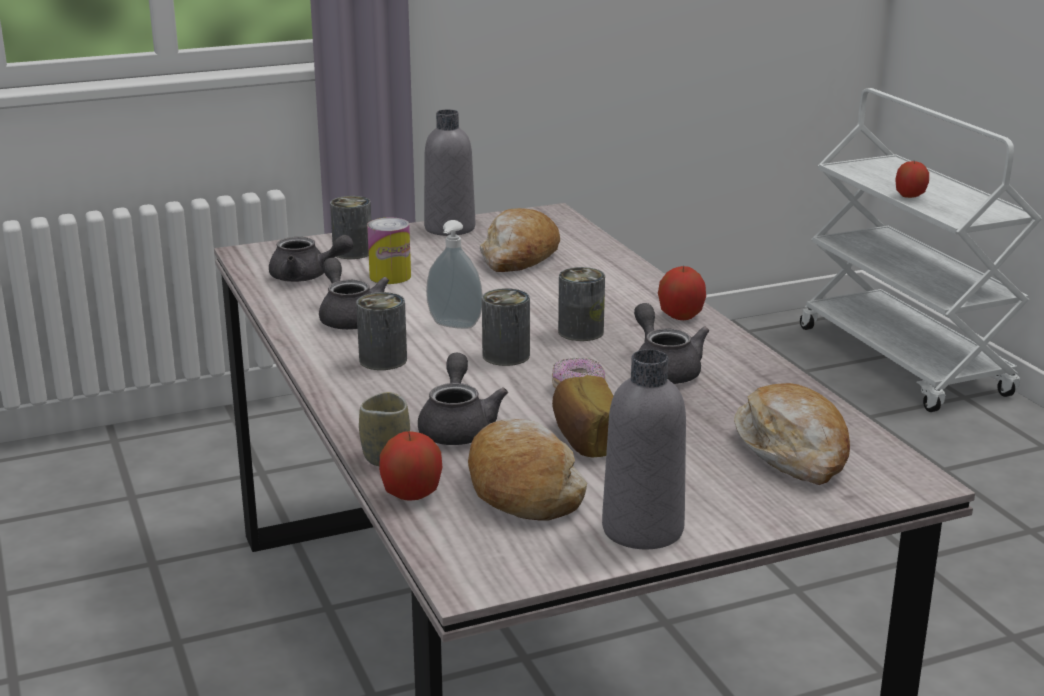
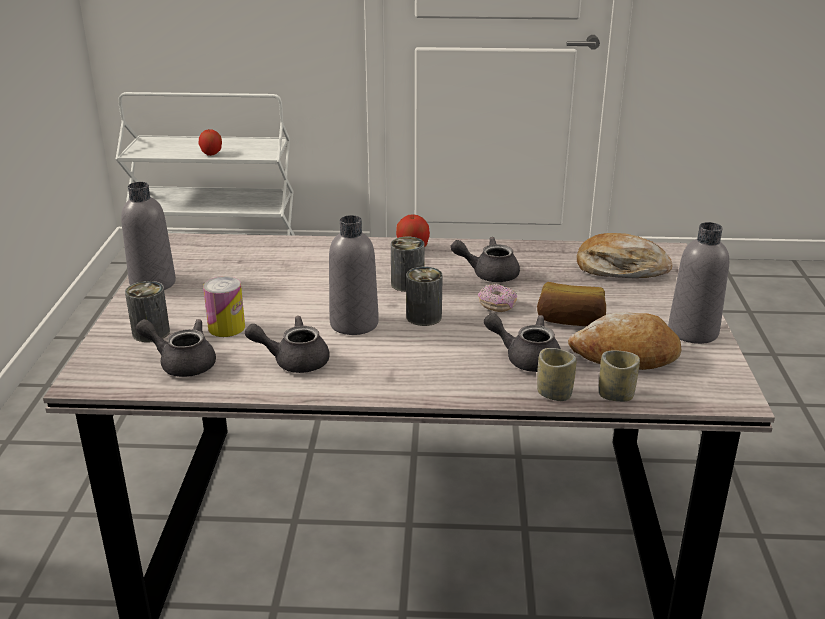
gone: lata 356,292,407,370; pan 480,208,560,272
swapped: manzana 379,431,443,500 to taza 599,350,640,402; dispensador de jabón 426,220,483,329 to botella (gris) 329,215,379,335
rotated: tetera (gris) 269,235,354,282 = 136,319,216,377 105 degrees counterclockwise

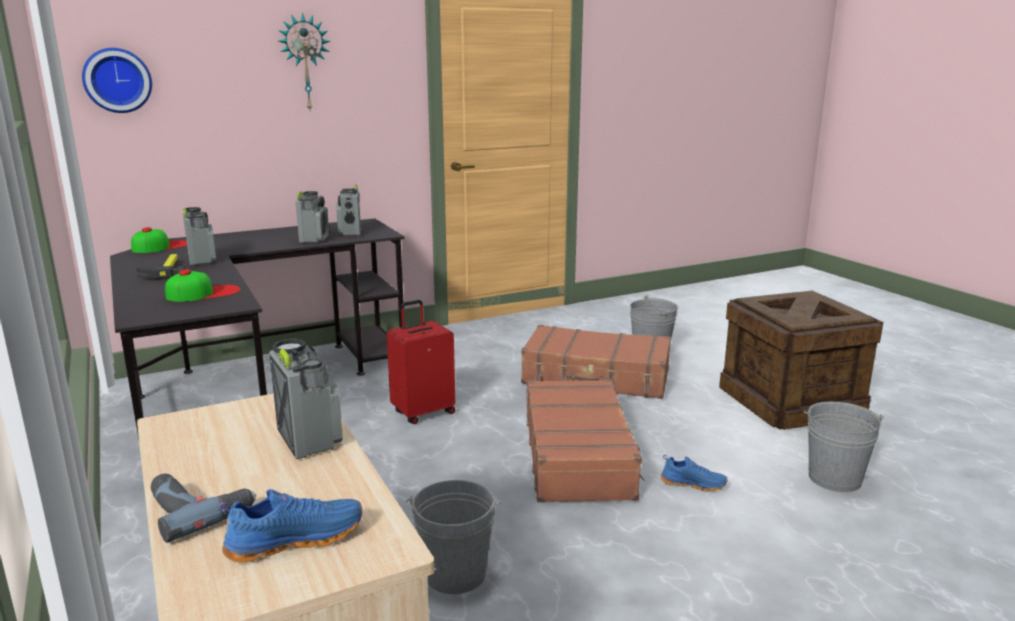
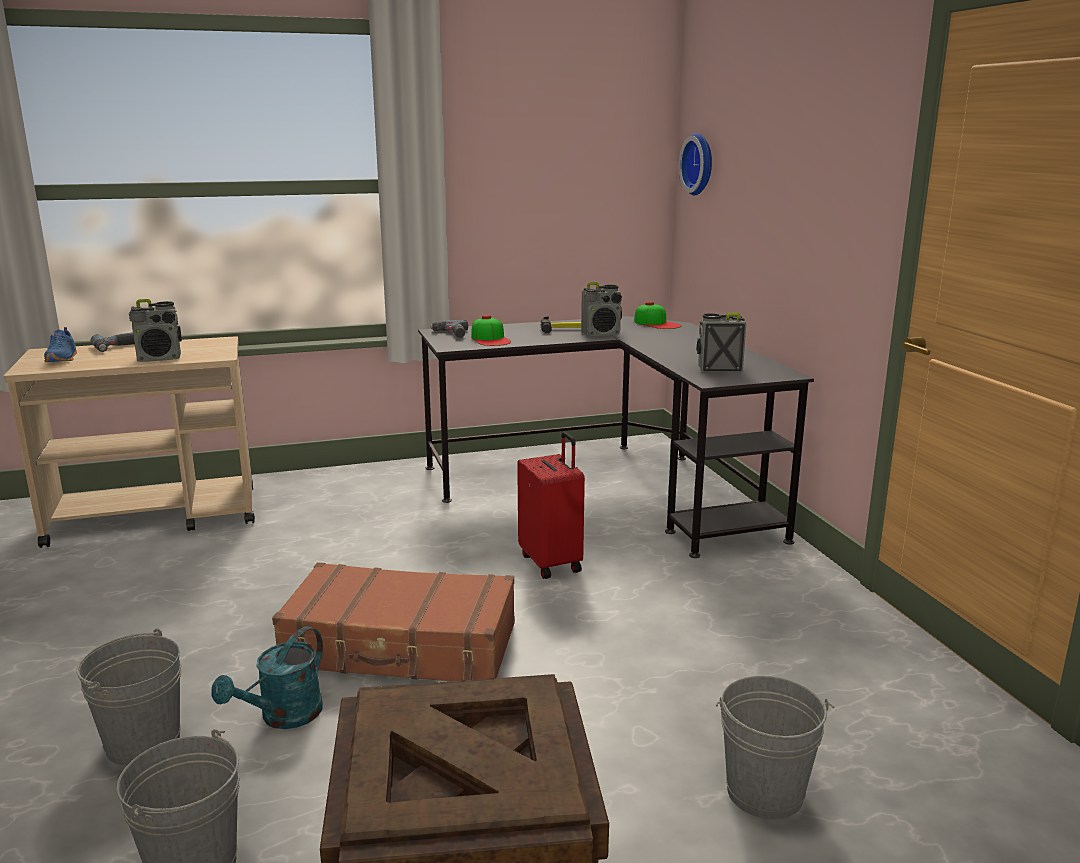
gone: reloj de pared 278,13,331,110; radio 296,191,329,243; maleta (marrón) 521,325,671,399
new: taladro 430,320,468,338
shifted: cubo (gris) 406,480,501,594 to 76,629,181,766
swapped: zapato (azul) 660,455,728,492 to regadera (turquesa) 211,627,323,729

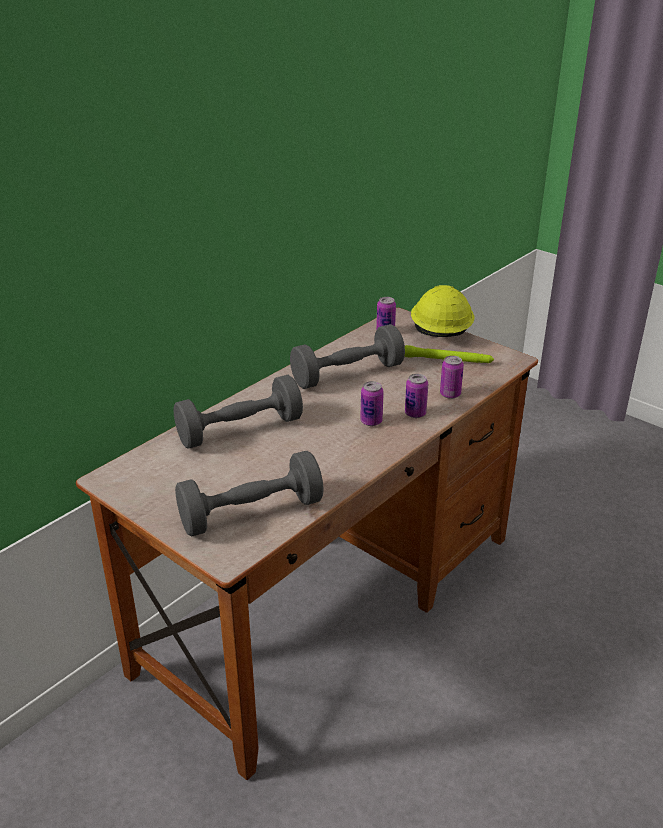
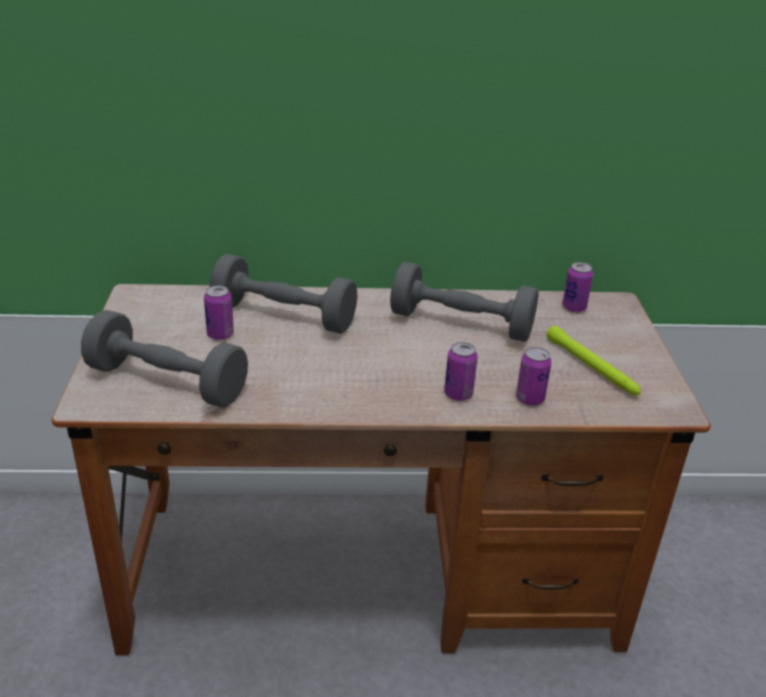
gone: casco (amarillo) 411,285,474,337
shifted: lata 360,381,384,426 to 204,285,234,340

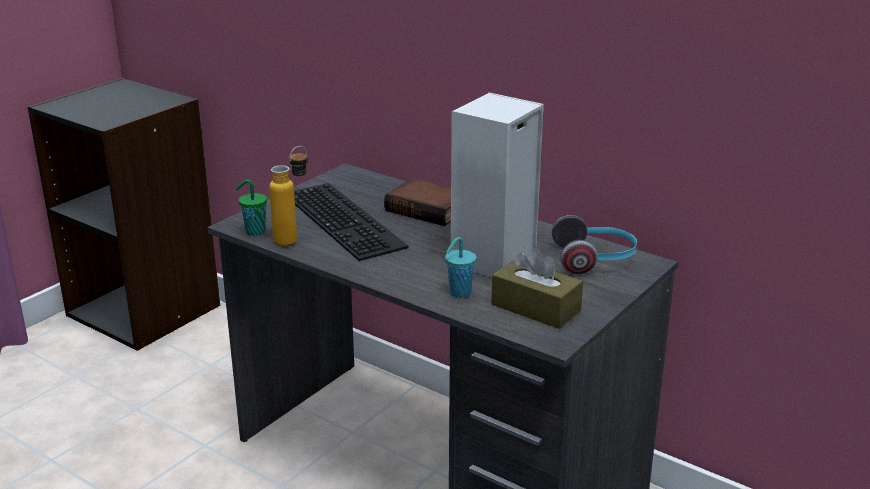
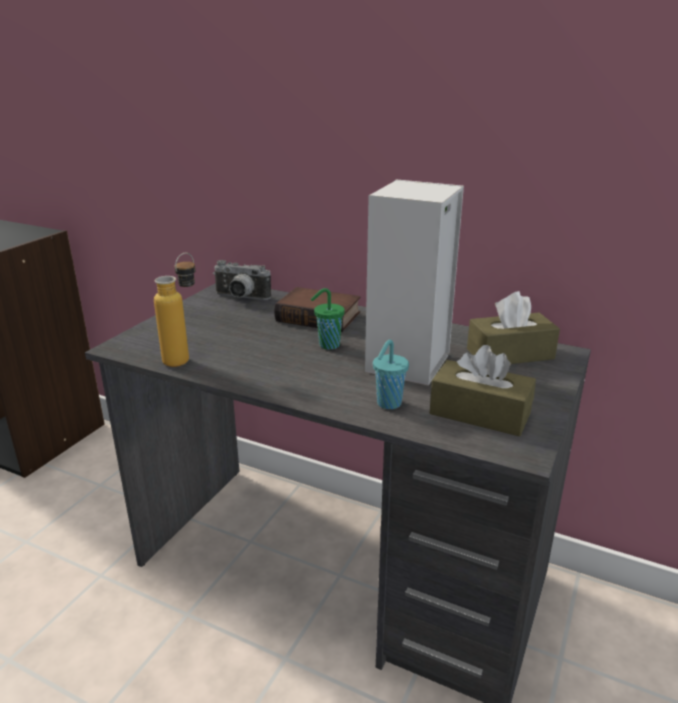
gone: teclado 294,183,409,261
new: cámara 213,260,271,300
shifted: taza (verde) 236,180,267,236 to 311,288,345,349
swapped: auriculares 552,215,637,275 to caja de pañuelos (marrón) 467,291,560,364

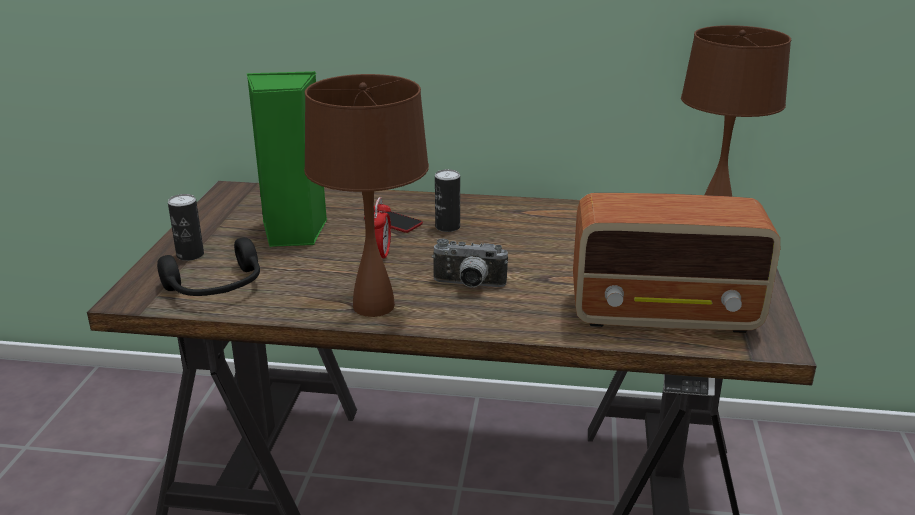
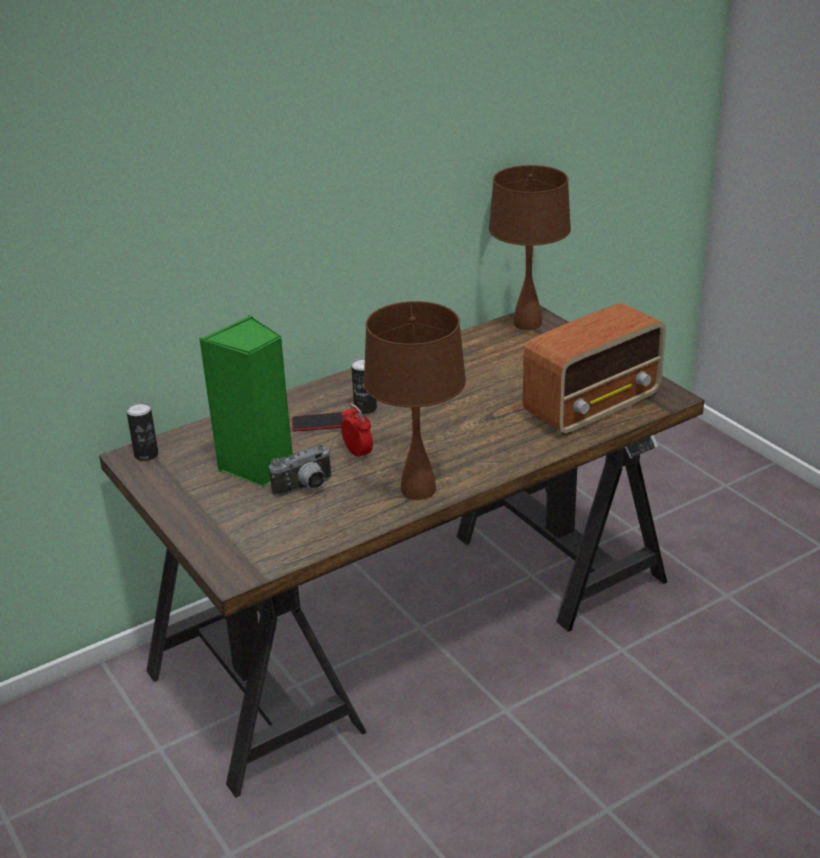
gone: auriculares (negro) 157,237,260,296
shifted: lata 168,194,204,261 to 126,402,158,461; cámara 432,238,508,288 to 269,445,332,497

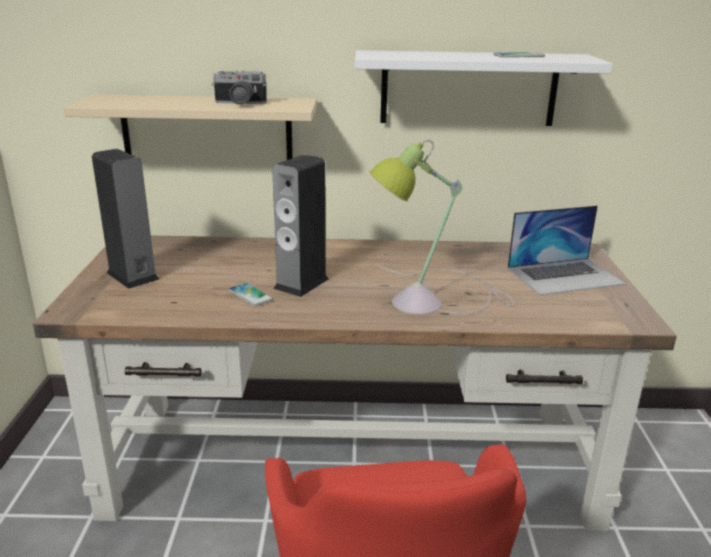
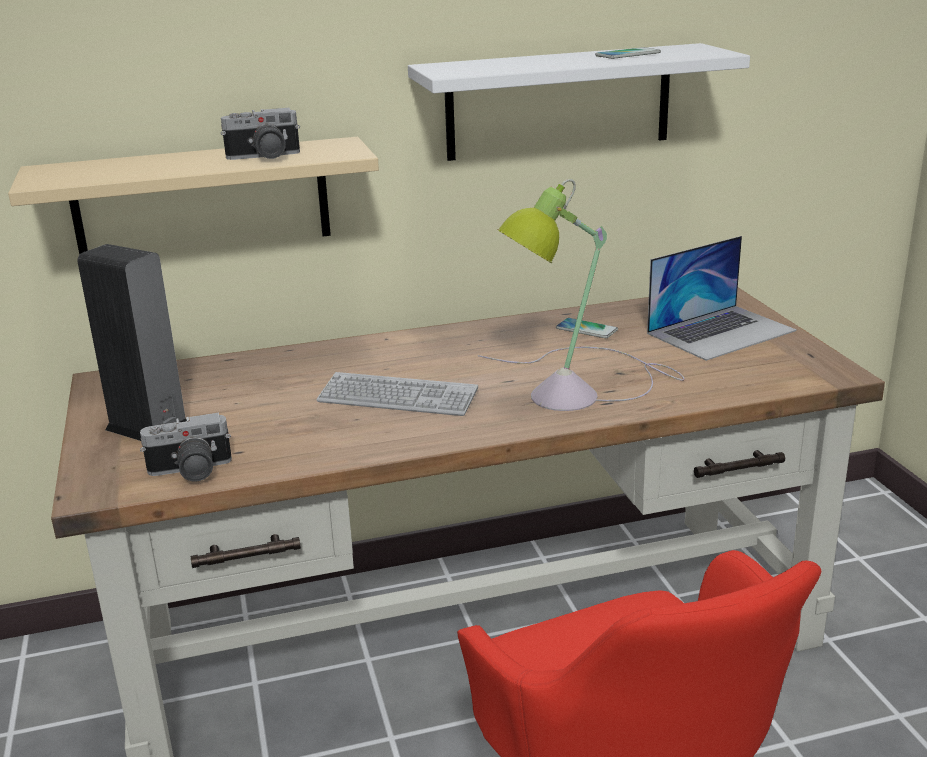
new: cámara 140,413,232,482
shifted: móvil 228,283,273,307 to 556,318,618,338
swapped: altavoz 272,155,329,297 to teclado 316,372,478,416

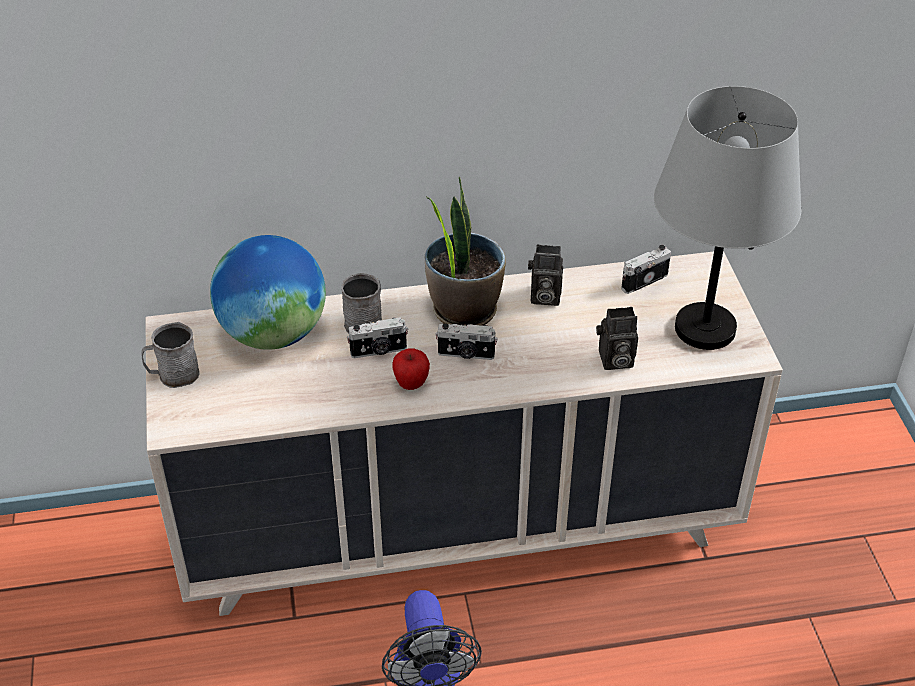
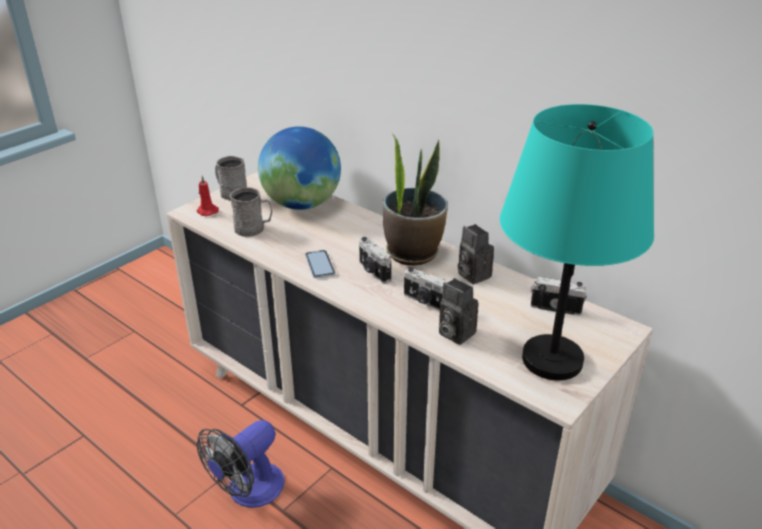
new: vela (rojo) 196,176,219,216
shifted: taza grande (gris) 341,273,382,333 to 230,187,272,237; cámara 347,317,408,358 to 404,267,448,311
swapped: manzana 392,348,430,390 to móvil 305,250,336,278
repainted: lámpara de mesa (gris) 654,86,801,350 to lámpara de mesa (turquesa) 500,104,654,380

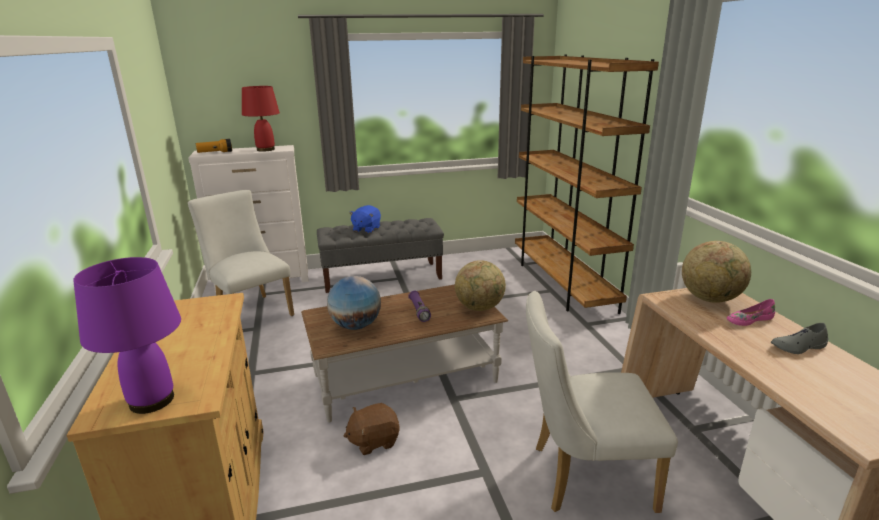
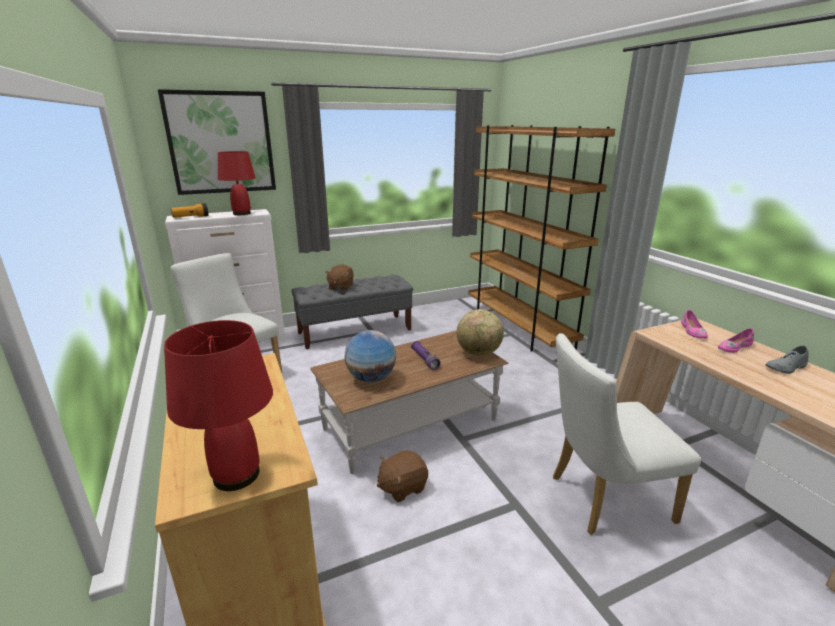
new: cuadro 158,89,276,195
swapped: globo terráqueo 682,241,751,303 to zapato (rosa) 681,310,708,338
repainted: lámpara de mesa (morado) 74,257,181,414 to lámpara de mesa (rojo) 164,320,273,491; peluche (azul) 349,205,381,233 to peluche (marrón) 325,264,354,291

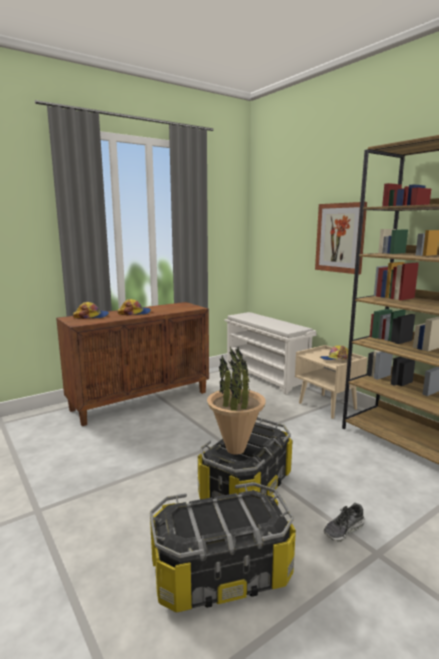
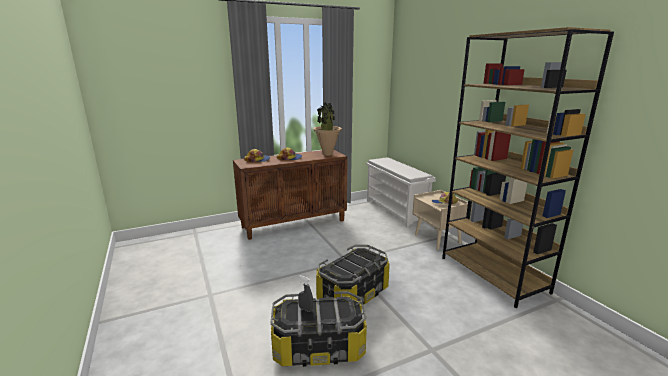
gone: cuadro 315,202,367,275; zapato 323,503,365,542
new: pulverizador (gris) 298,276,313,312
shifted: planta en maceta 207,347,266,455 to 313,102,342,156

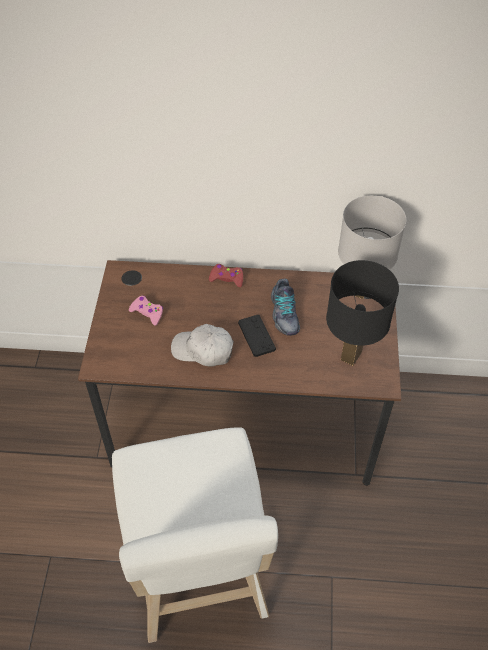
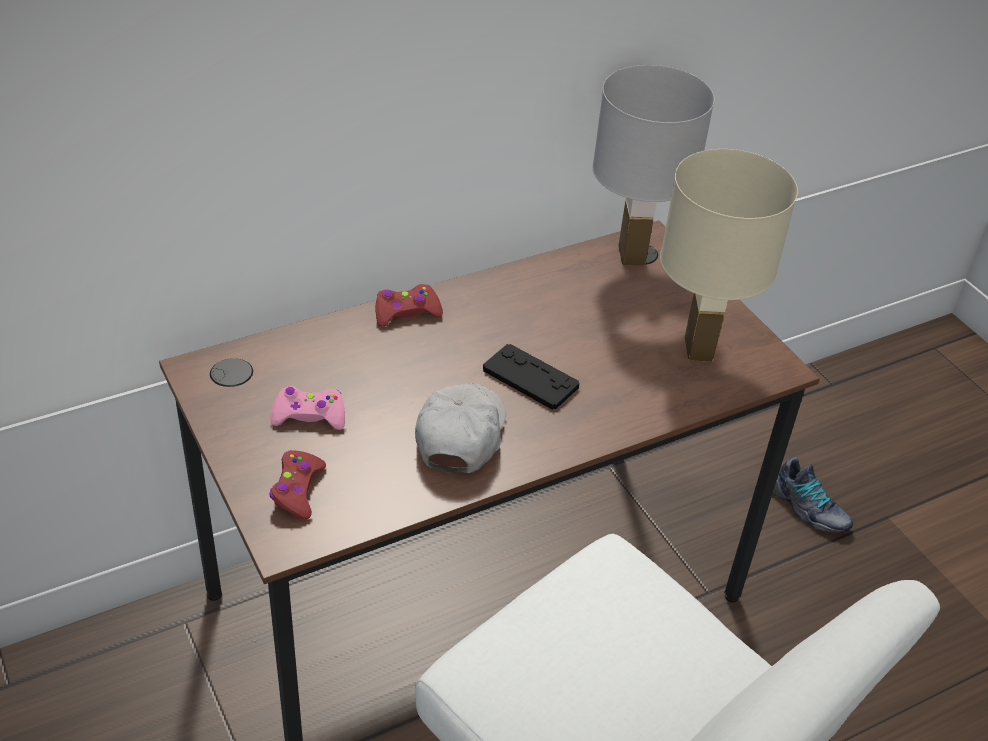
new: mando de consola (rojo) 270,450,326,520
shifted: zapato 271,279,300,336 to 773,457,853,533
repainted: lámpara de mesa (negro) 326,260,399,366 to lámpara de mesa (beis) 660,149,798,362
rotated: gorra (blanco) 171,324,234,367 = 415,383,506,473 120 degrees clockwise

